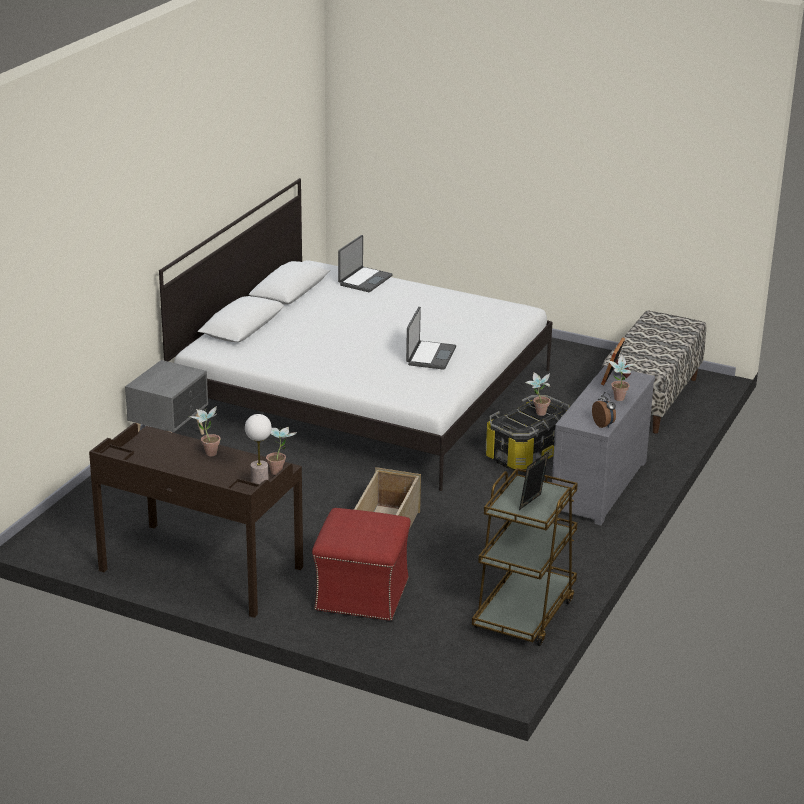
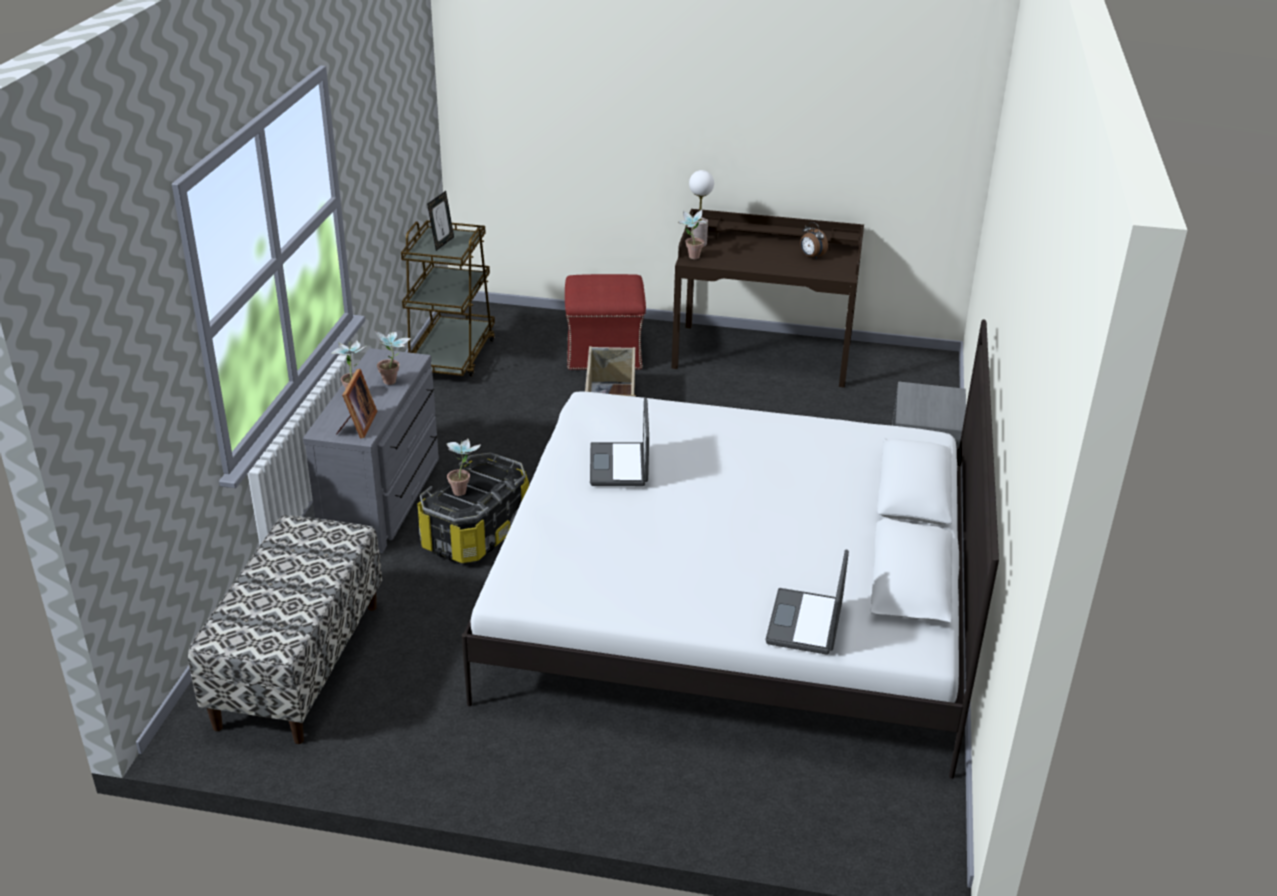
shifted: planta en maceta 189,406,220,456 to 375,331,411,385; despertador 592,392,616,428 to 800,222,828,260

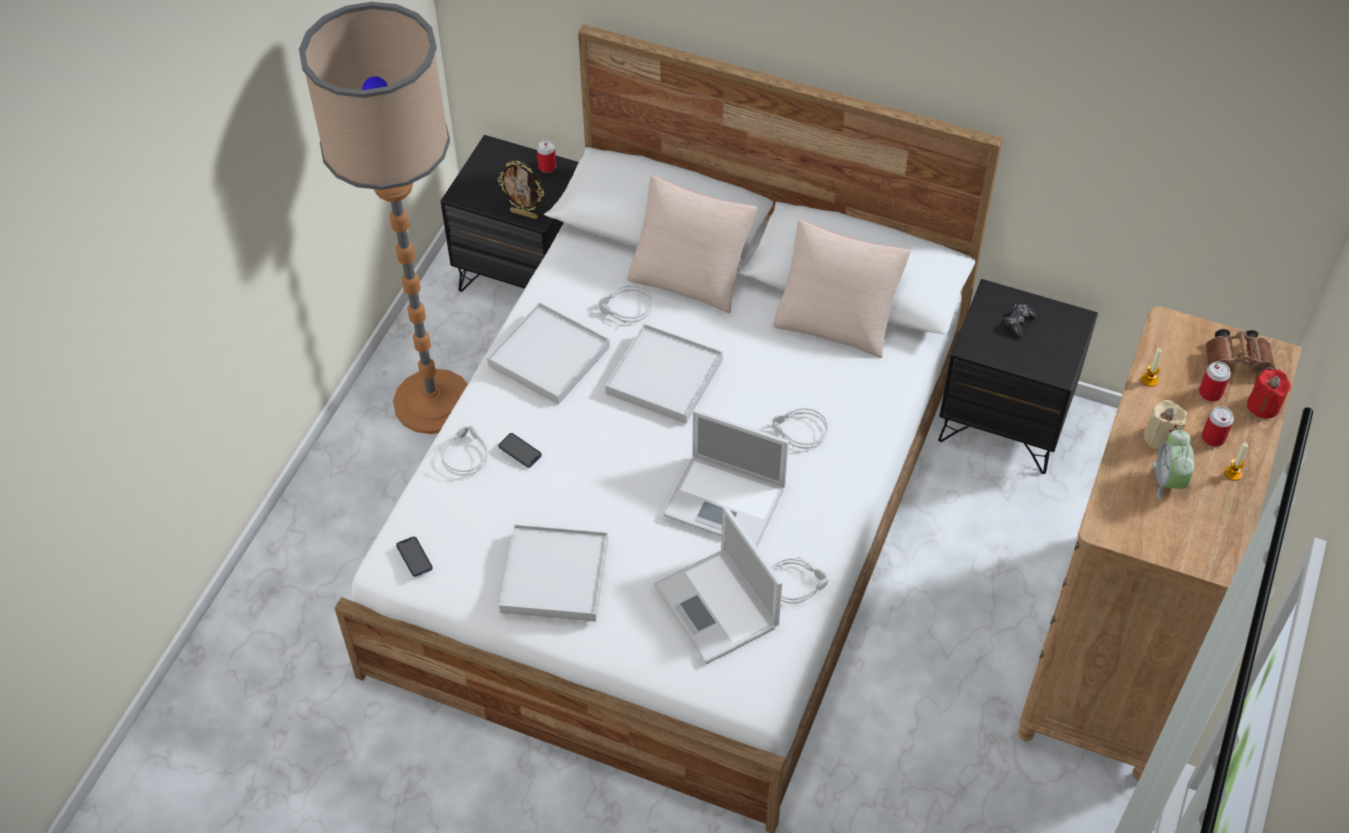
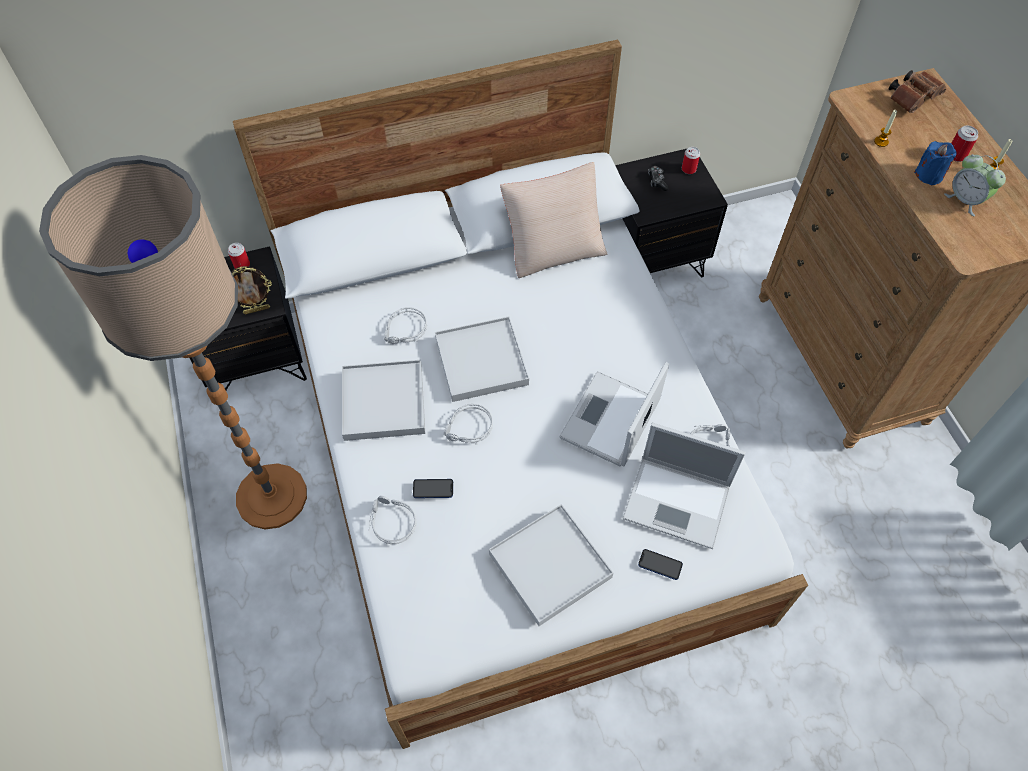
gone: cojín (beis) 627,175,758,313; vela (rojo) 1247,370,1291,419
shifted: móvil 396,536,433,577 to 638,549,683,580; auriculares (gris) 772,408,828,449 to 444,404,493,444; lata 1199,361,1231,401 to 682,147,700,174
repainted: vela (beis) 1144,400,1187,450 to vela (azul) 914,141,957,185
rotated: portátil 663,409,789,547 = 559,362,669,466 135 degrees clockwise

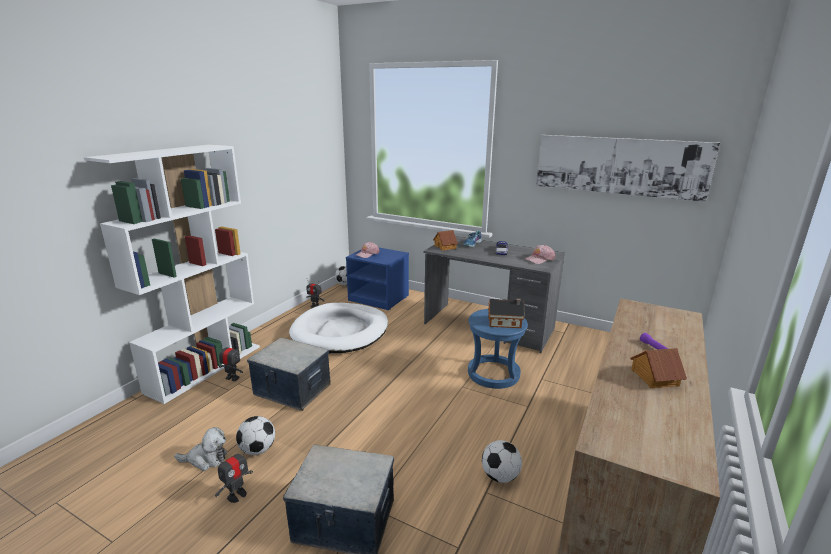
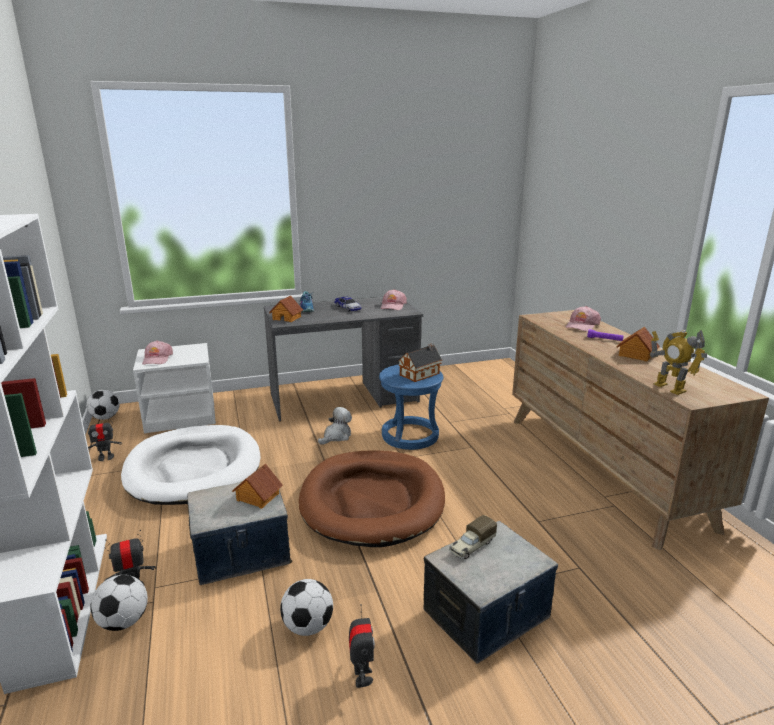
gone: cuadro 536,135,720,202
new: casita 232,463,283,509; cama para perro (marrón) 299,450,445,547; camión de juguete 449,515,497,559; gorra (rosa) 566,306,601,331; robot de juguete 650,330,707,395
shifted: peluche 174,427,227,471 to 318,407,352,445; balón de fútbol 482,440,522,483 to 90,575,148,631
repainted: mesita de noche (azul) 346,248,409,310 to mesita de noche (blanco) 133,343,216,433

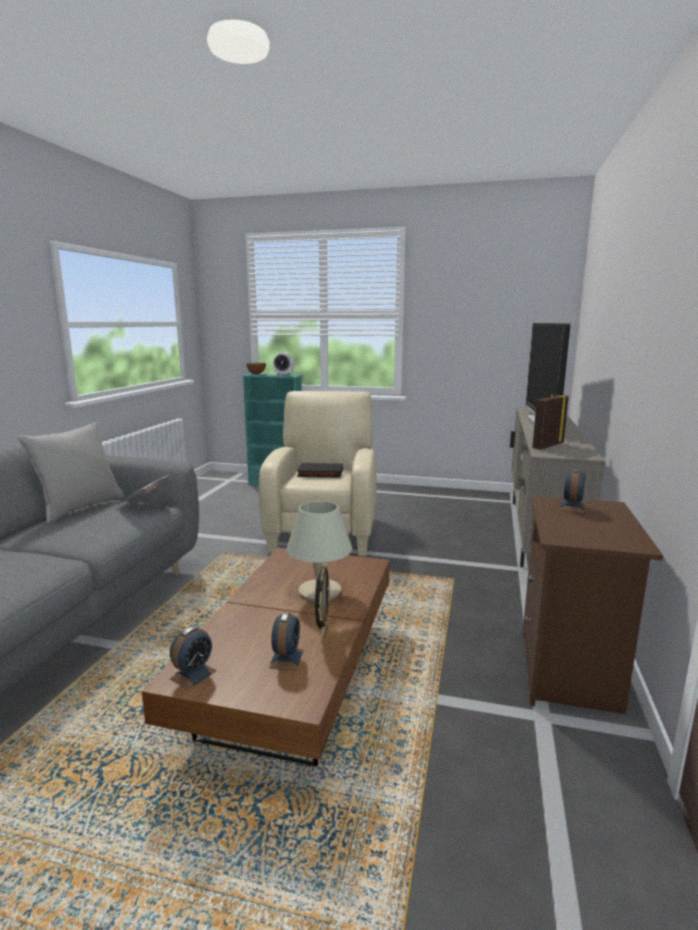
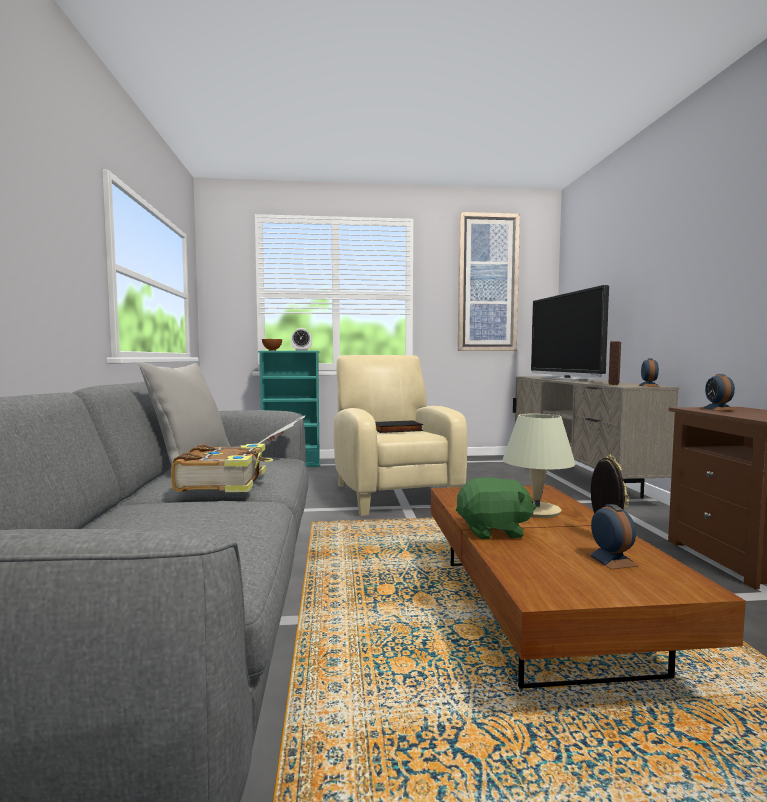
new: libro 171,444,273,492; peluche (verde) 456,477,536,539; cuadro 458,212,520,351
shifted: despertador 169,626,217,690 to 638,358,660,387

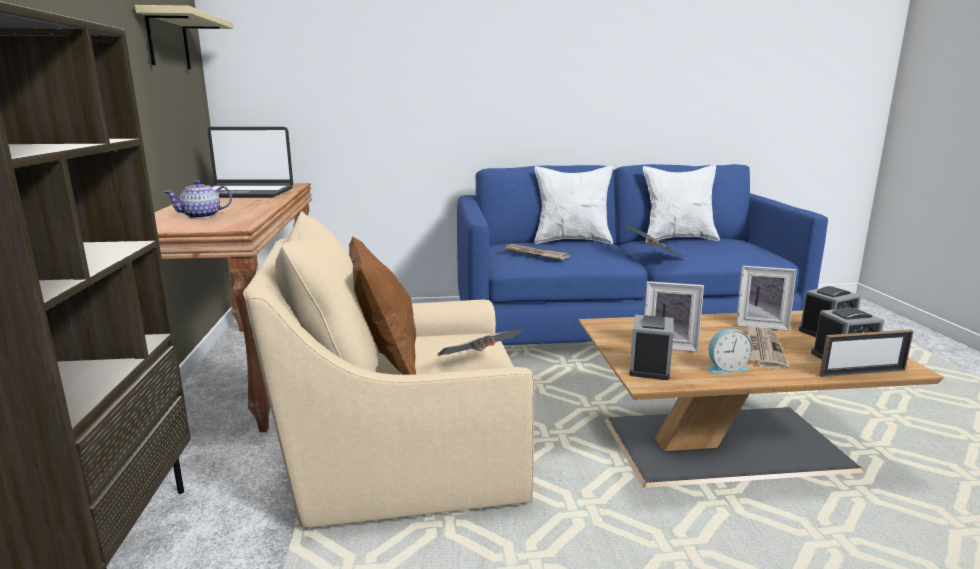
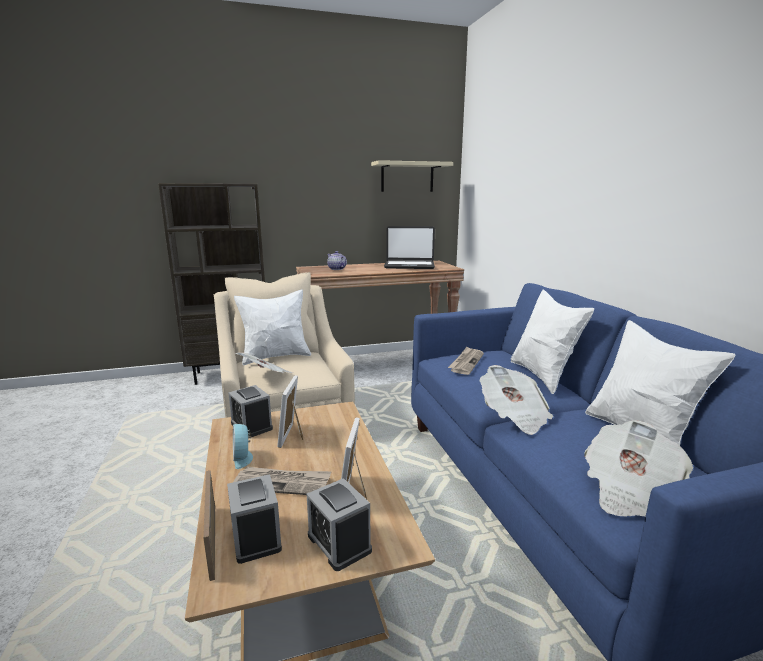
new: periódico 584,420,693,517
repainted: cojín (marrón) 349,236,416,375 to cojín (blanco) 234,289,311,365
rotated: portátil 208,127,293,198 = 384,226,435,269 75 degrees counterclockwise; despertador 629,315,674,380 = 228,385,273,437 135 degrees counterclockwise

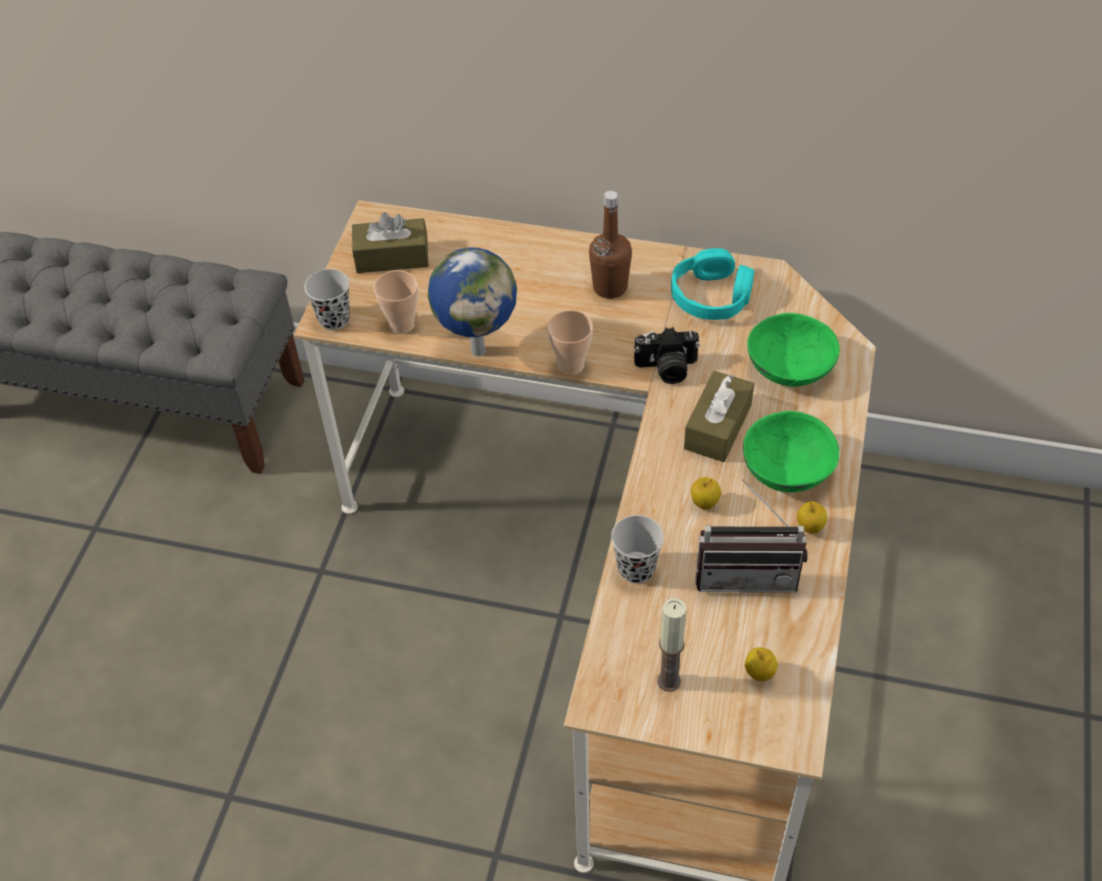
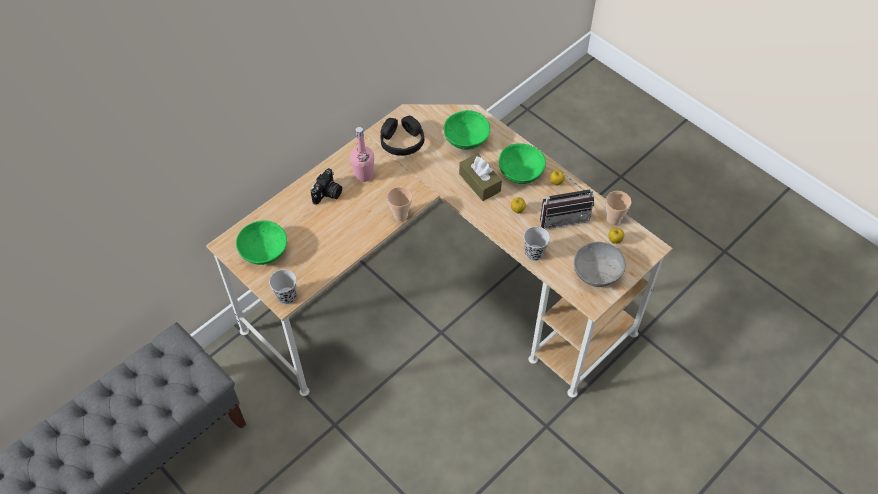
gone: globo terráqueo 428,248,517,356
shifted: taza 374,270,418,334 to 606,191,631,225; cámara 634,327,700,384 to 311,168,342,205
swapped: caja de pañuelos (marrón) 352,212,429,273 to cuenco (verde) 236,220,287,265; vela 657,598,686,692 to cuenco (gris) 574,242,626,287
repainted: botella (marrón) 589,191,632,299 to botella (rosa) 350,127,374,182; auriculares (turquesa) 671,248,754,320 to auriculares (negro) 381,116,425,156
rotated: radio 695,479,807,592 = 540,171,594,229 45 degrees clockwise

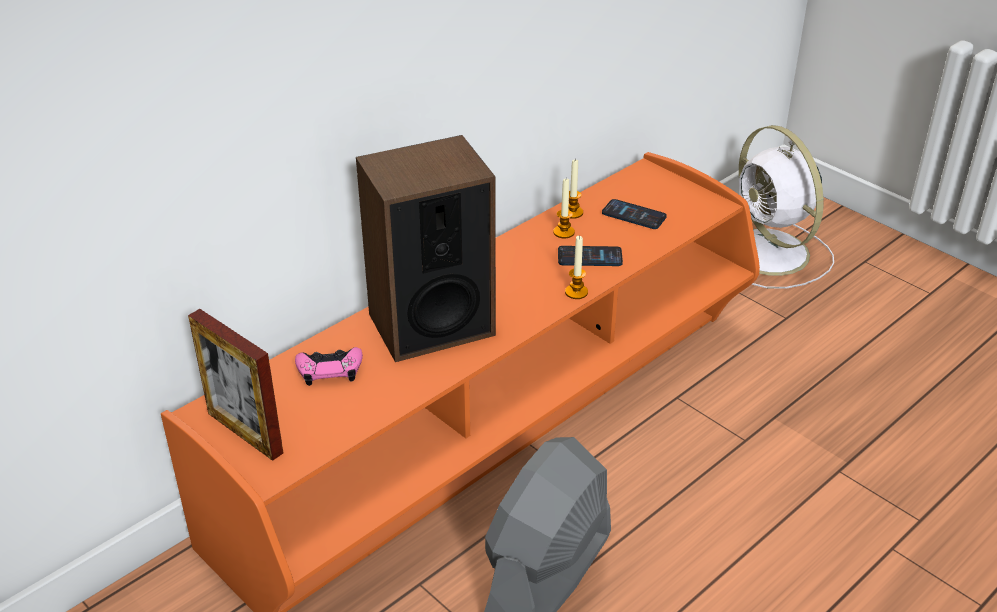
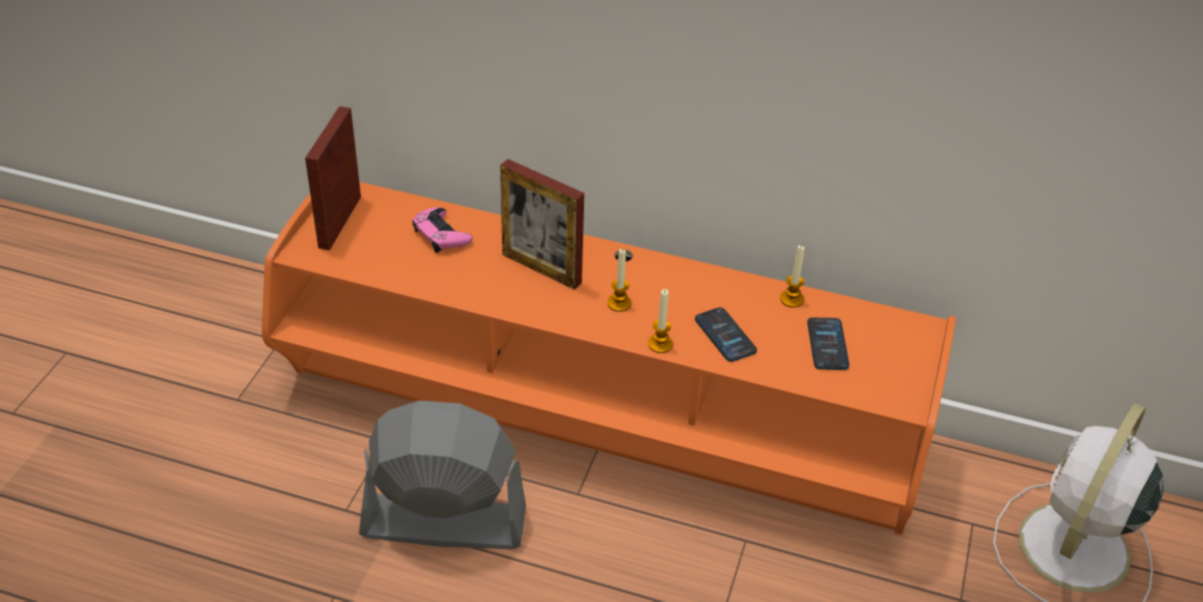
shifted: vela 553,179,575,238 to 607,249,631,312
swapped: altavoz 356,135,496,362 to portarretratos 500,159,584,290

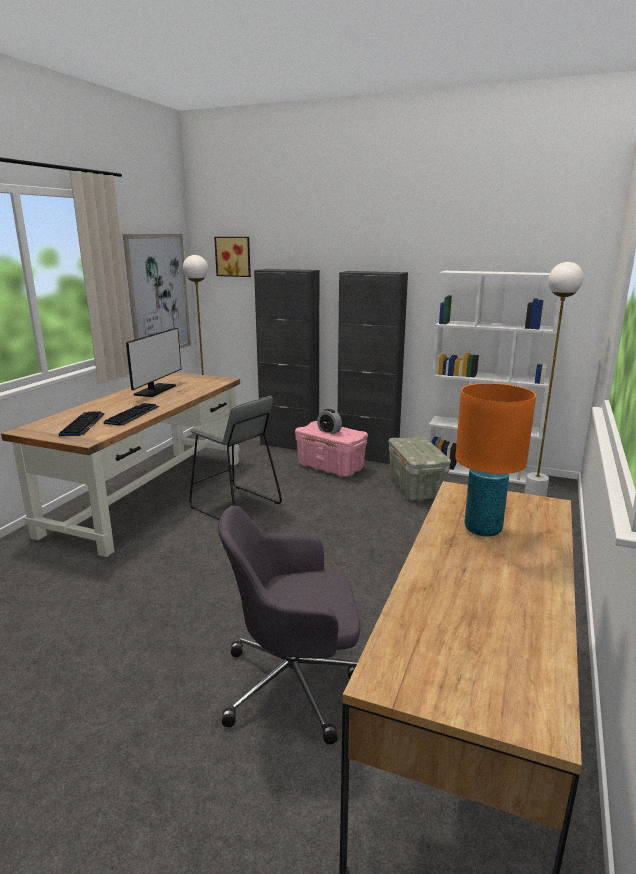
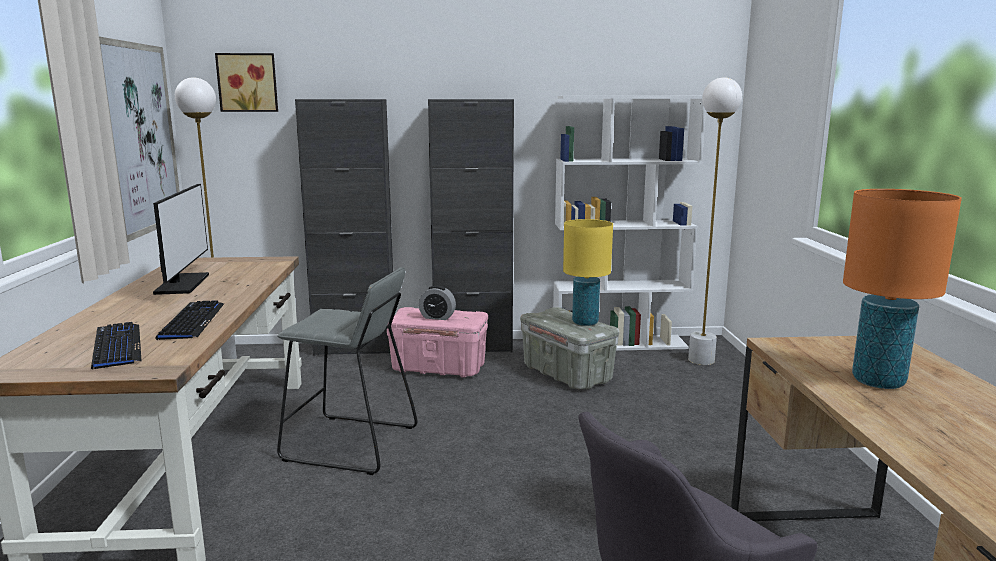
new: lámpara de mesa (amarillo) 563,219,613,326

